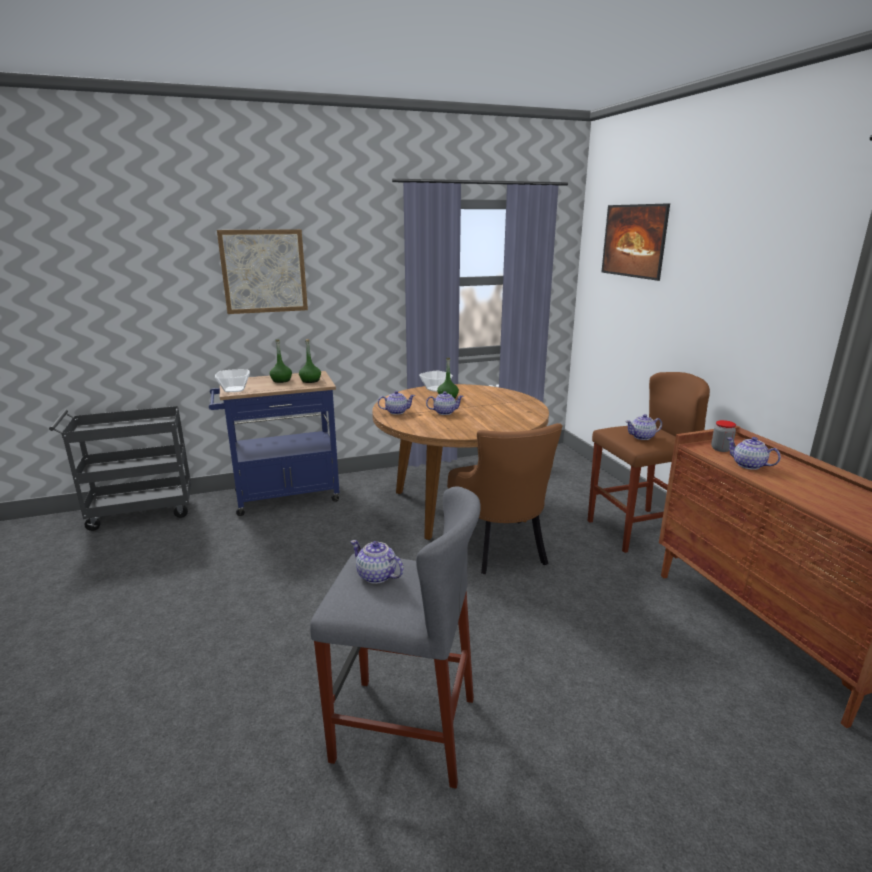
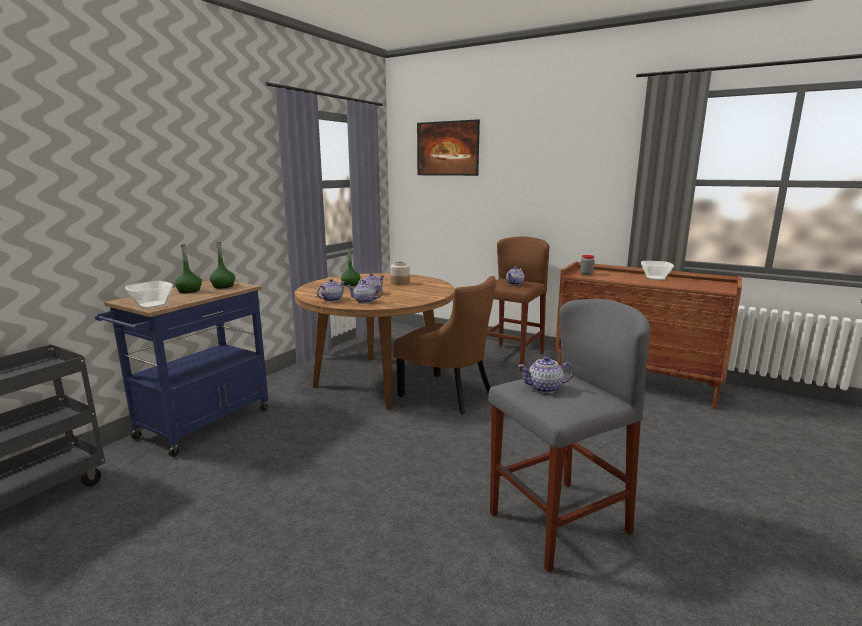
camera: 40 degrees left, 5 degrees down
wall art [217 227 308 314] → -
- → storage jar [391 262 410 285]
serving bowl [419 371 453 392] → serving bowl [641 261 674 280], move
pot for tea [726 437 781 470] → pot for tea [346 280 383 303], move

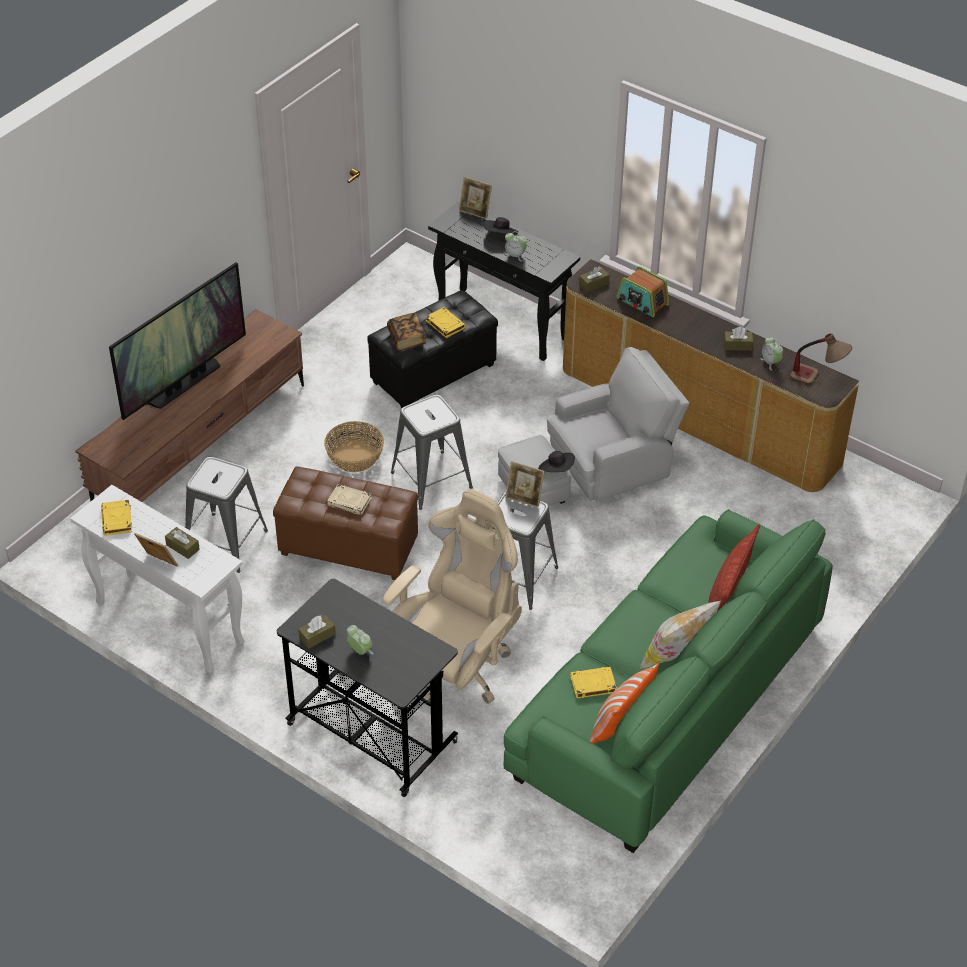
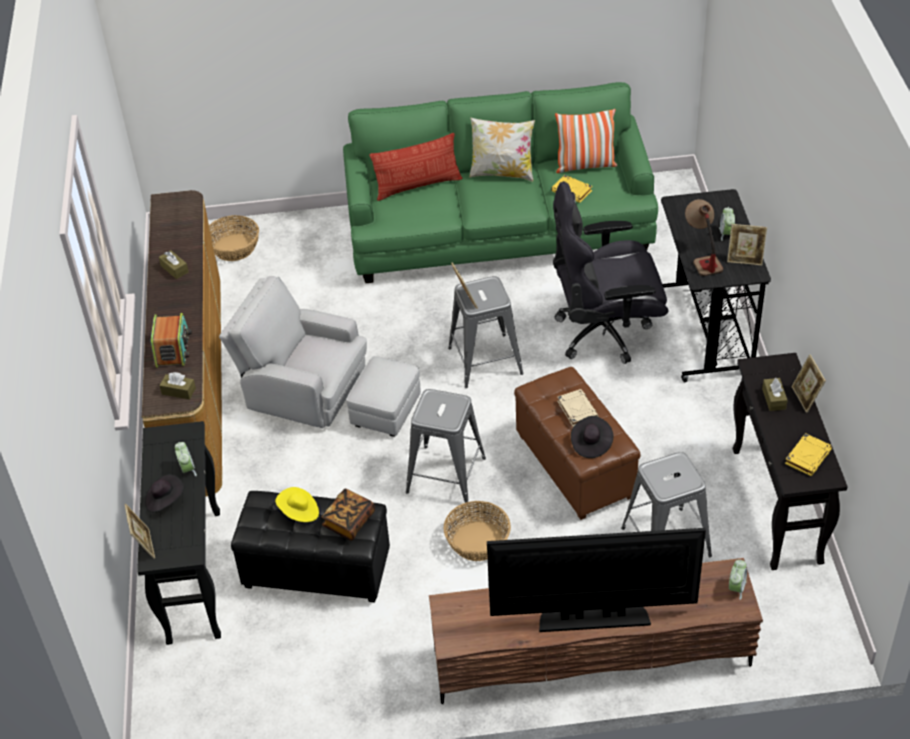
camera: 130 degrees left, 0 degrees up
- → household basket [209 215 259 261]
hat/black-coloured [538 451 575 472] → hat/black-coloured [571 416 613 458], move
alarm clock [760 337 783 371] → alarm clock [729 560 747 600], move
tabletop lamp [790 333 852 385] → tabletop lamp [685 199 723 276], move
box of tissues/brown [298 615 336 649] → standing frame [727 224 767 266]
book/yellowish [426 307 466 338] → hat/yellowish [275 487 319 522]
console table/whitish [70 485 245 674] → console table/black-coloured [733 353 848 570]
desk chair/beige-coloured [383 489 522 705] → desk chair/black-coloured [553 181 669 364]

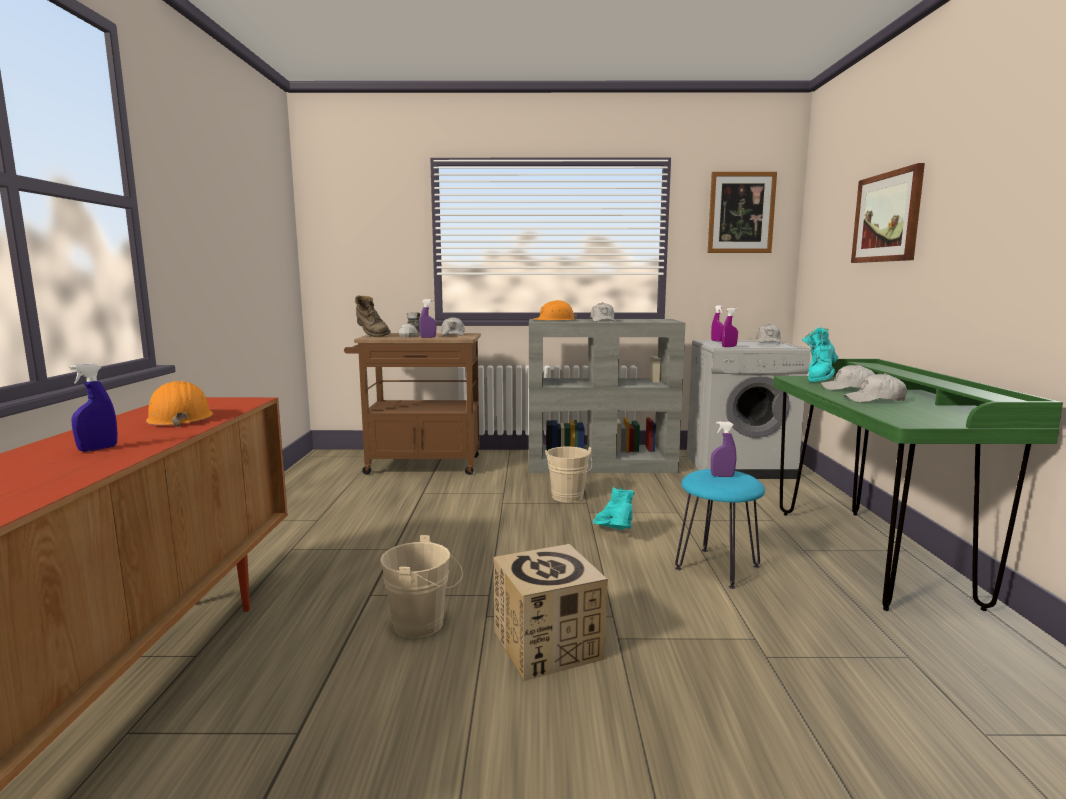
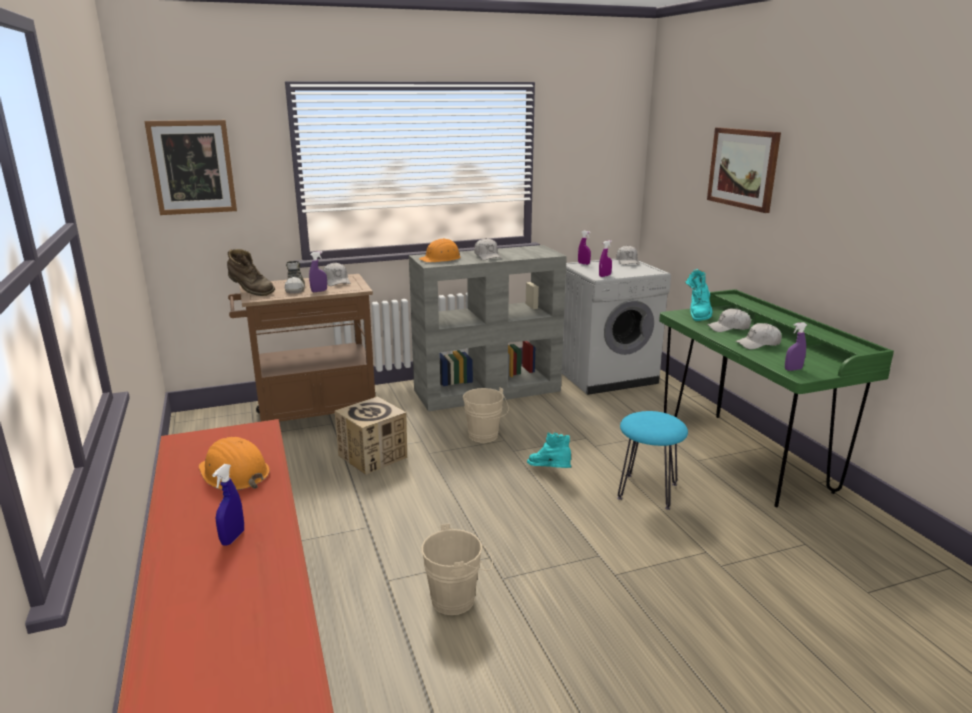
camera: 20 degrees left, 10 degrees up
packing box [494 544 608 681] → packing box [335 396 407 475], move
wall art [708 172 777 253] → wall art [144 120 237 215], move
sprayer/purple-coloured [711 421 736 477] → sprayer/purple-coloured [785 322 807 371], move

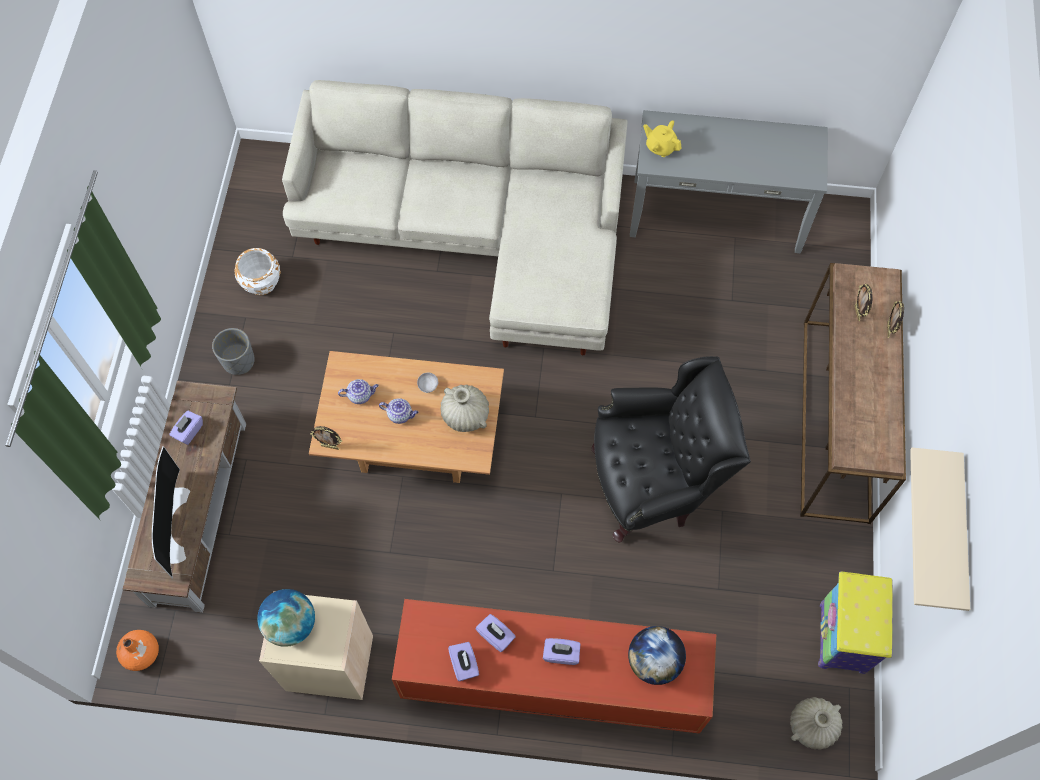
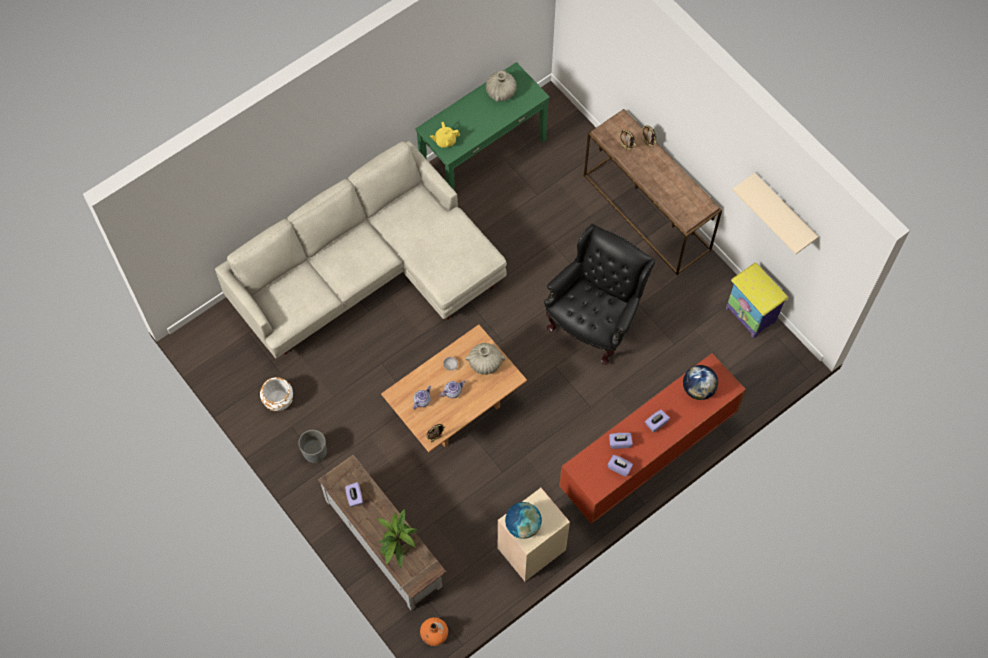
camera: 45 degrees left, 0 degrees up
vase/beige-coloured [790 697 842 750] → vase/beige-coloured [485 70 517 102], move
TV set [152 446 190 578] → potted plant [378 509 418 568]
console table/grey [630 110 828 253] → console table/green-coloured [416 62 550 190]

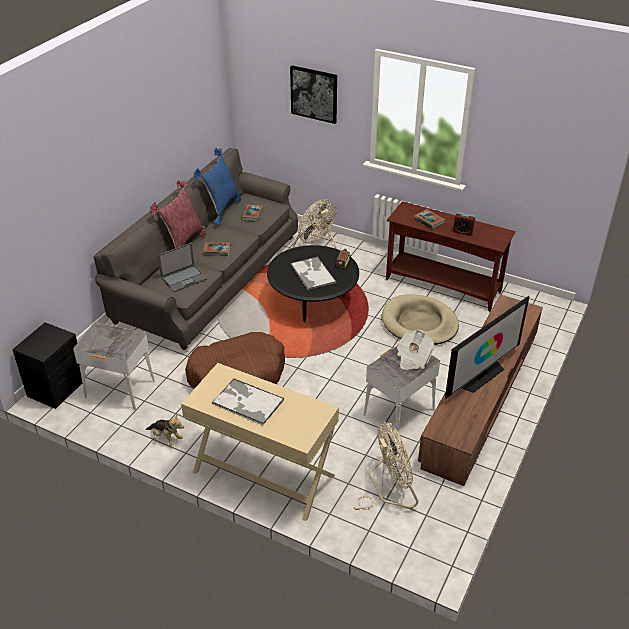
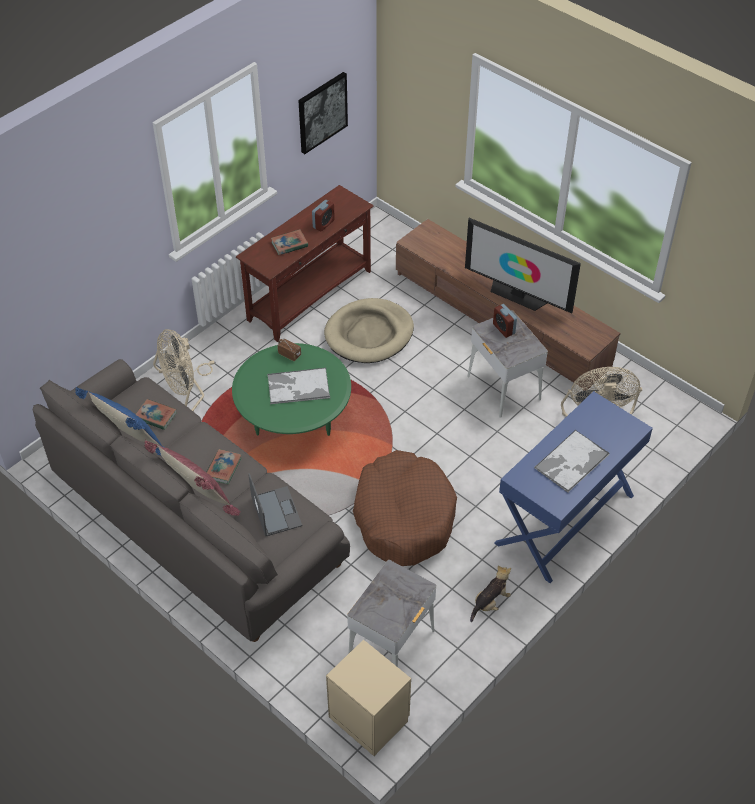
camera: 75 degrees left, 10 degrees up
wall art [290 65 337 124] → wall art [298 72 348 154], move
printed paper [397 329 435 370] → alarm clock [493 304 517 338]
bedside table/black-coloured [12 322 82 409] → bedside table/beige-coloured [326 640 411 756]
console table/beige-coloured [181 363 339 521] → console table/blue-coloured [494 391 653 583]
low table/black-coloured [267 245 359 322] → low table/green-coloured [232 343 351 436]
TV set [445 296 530 399] → TV set [465 218 581 313], 150 degrees clockwise

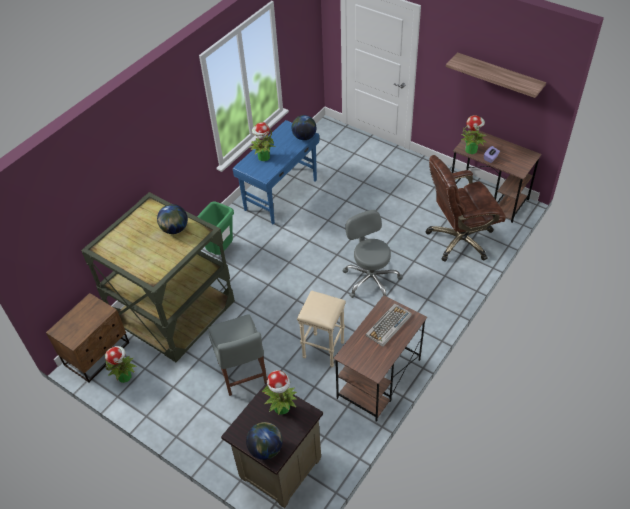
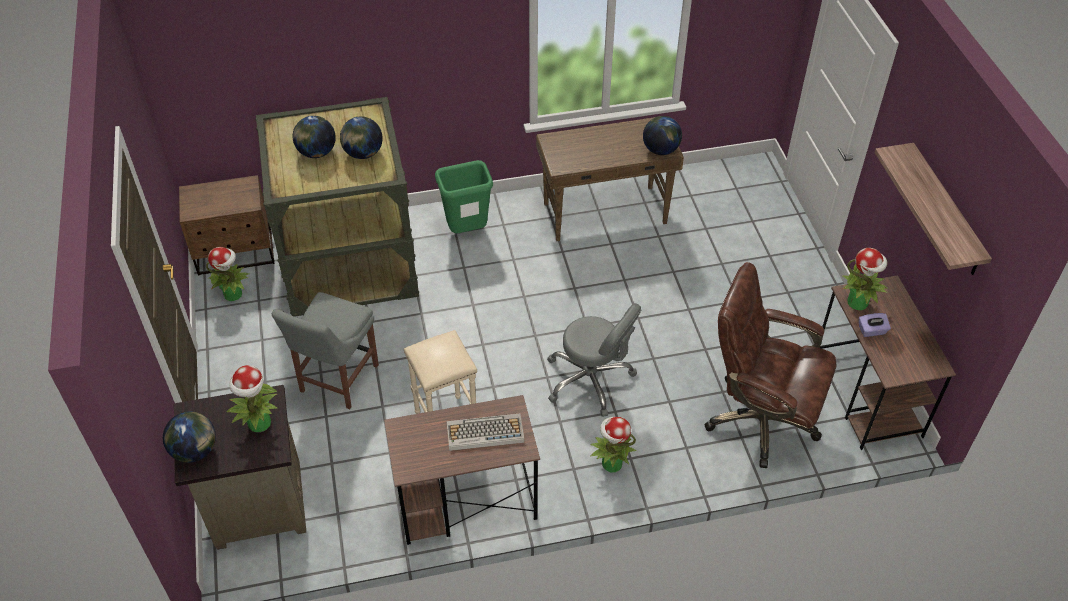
camera: 40 degrees right, 0 degrees up
- → world globe [293 116 336 158]
potted plant [249 122 275 161] → potted plant [590 417 636 473], move
console table/blue-coloured [233 120 319 224] → console table/brown [536 117 684 241]
desk chair/grey [342 210 403 298] → desk chair/grey [547 303 642 417], 105 degrees clockwise

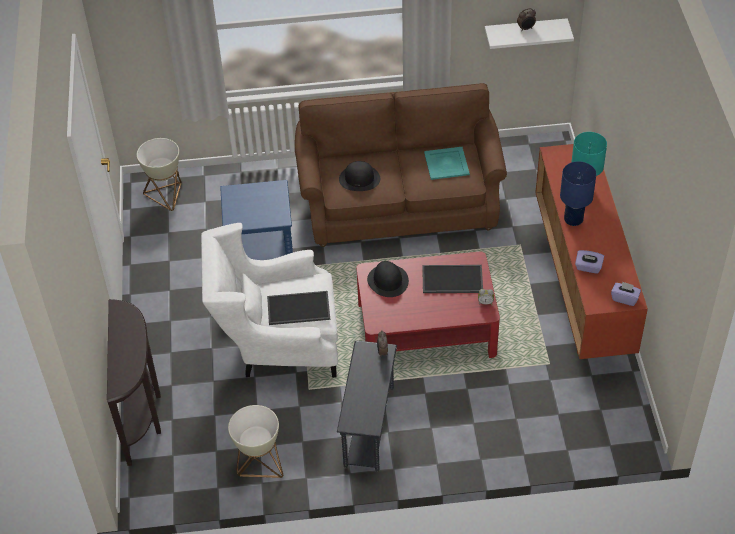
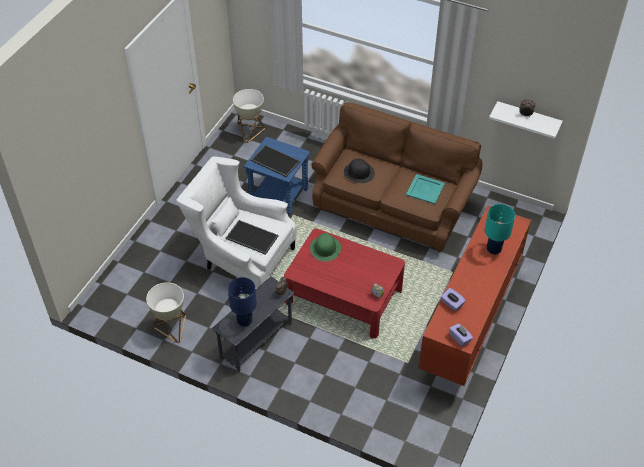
camera: 30 degrees right, 0 degrees up
console table/brown [107 299 161 466] → -
carrying tray [422 265 483 293] → carrying tray [251 145 300 177], move
tabletop lamp/blue-coloured [560 161 596 226] → tabletop lamp/blue-coloured [228 277 257 327], move
hat/black-coloured [367 261 409 297] → hat/green-coloured [310 233 341 262]

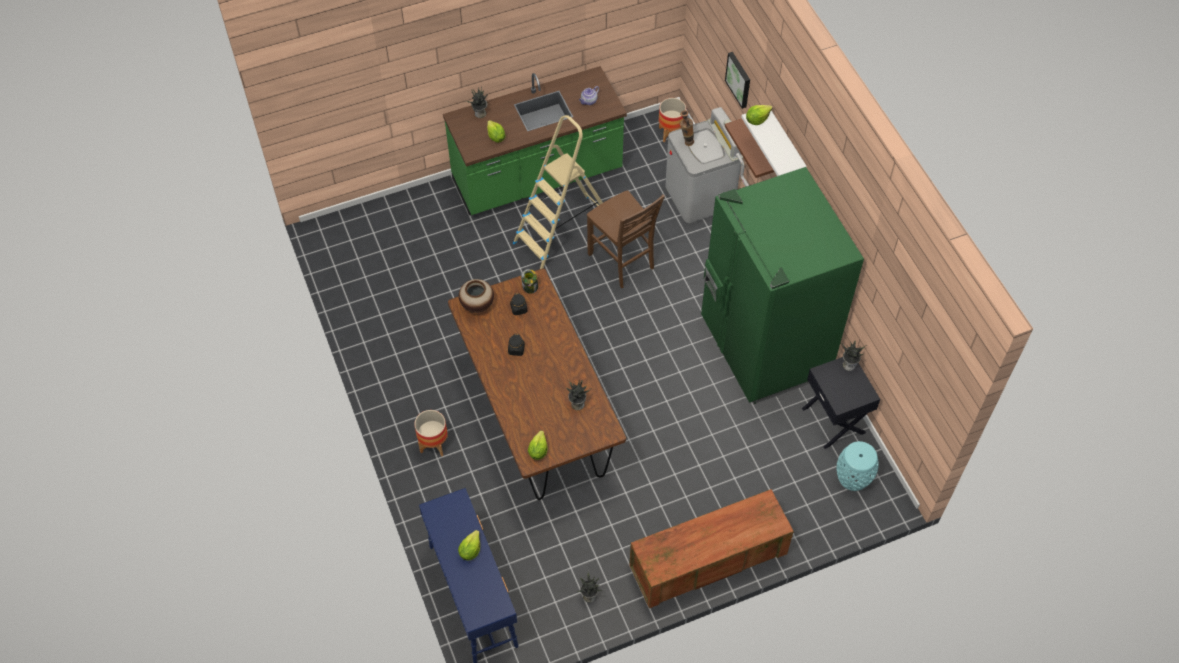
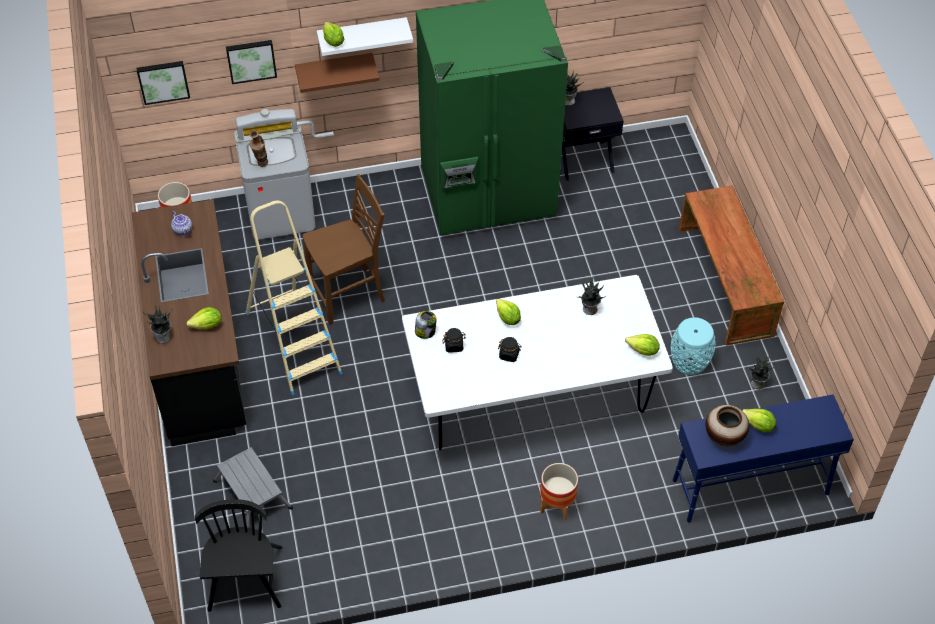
camera: 80 degrees left, 5 degrees down
- → wall art [136 61 190 105]
- → plain chair/black-coloured [195 499 282 612]
- → step ladder/grey [213 447 293 528]
- → lettuce [496 298 521 325]
vase [459 279 494 313] → vase [705 405 749 446], move
stool seat/turquoise-coloured [837 441 878 491] → stool seat/turquoise-coloured [671 317 716 375], move
kitchen base unit/green-coloured [443 66 627 215] → kitchen base unit/black-coloured [132 199 246 446]
kitchen table/brown [448 268 626 500] → kitchen table/whitish [402 275 673 451]

